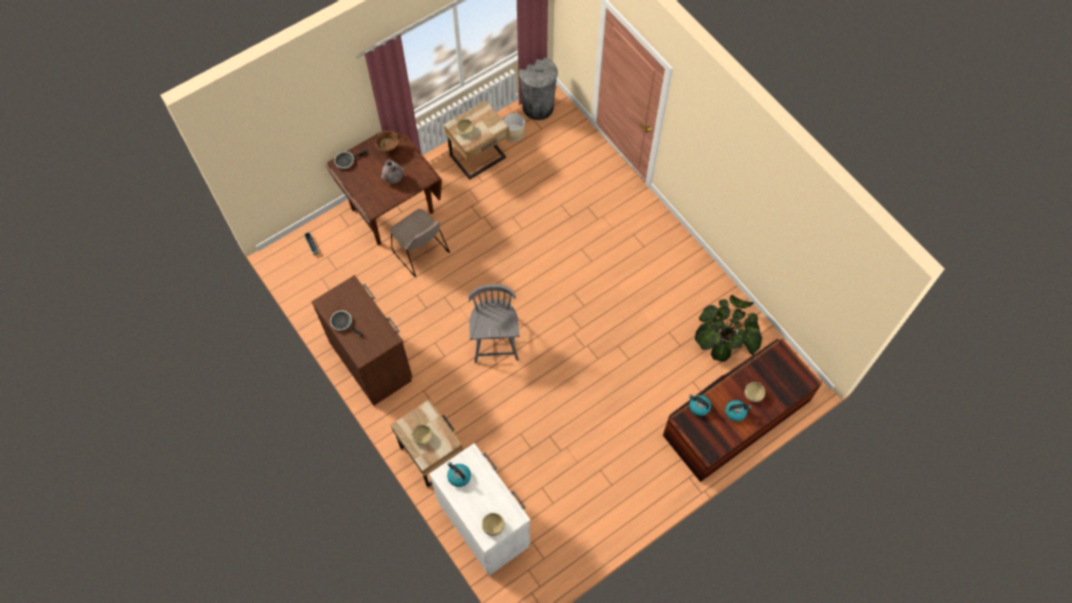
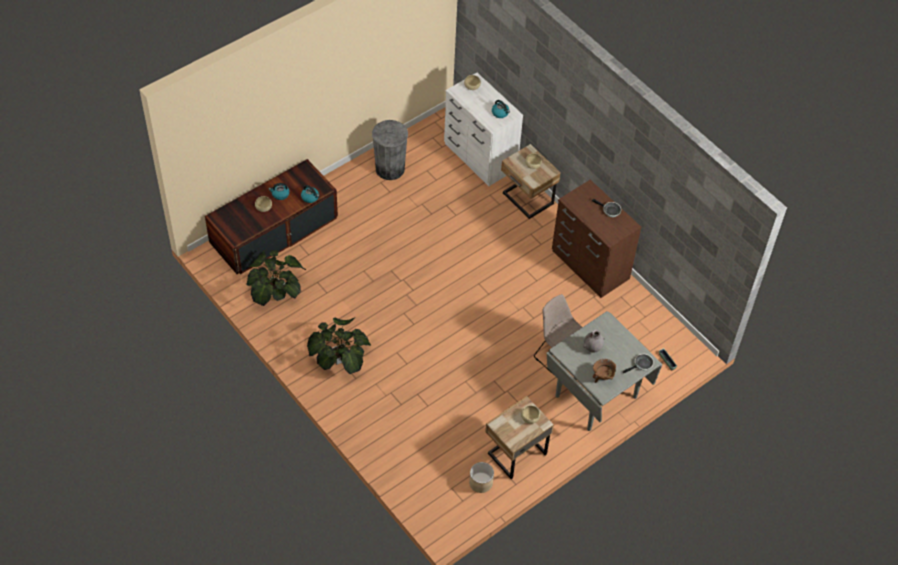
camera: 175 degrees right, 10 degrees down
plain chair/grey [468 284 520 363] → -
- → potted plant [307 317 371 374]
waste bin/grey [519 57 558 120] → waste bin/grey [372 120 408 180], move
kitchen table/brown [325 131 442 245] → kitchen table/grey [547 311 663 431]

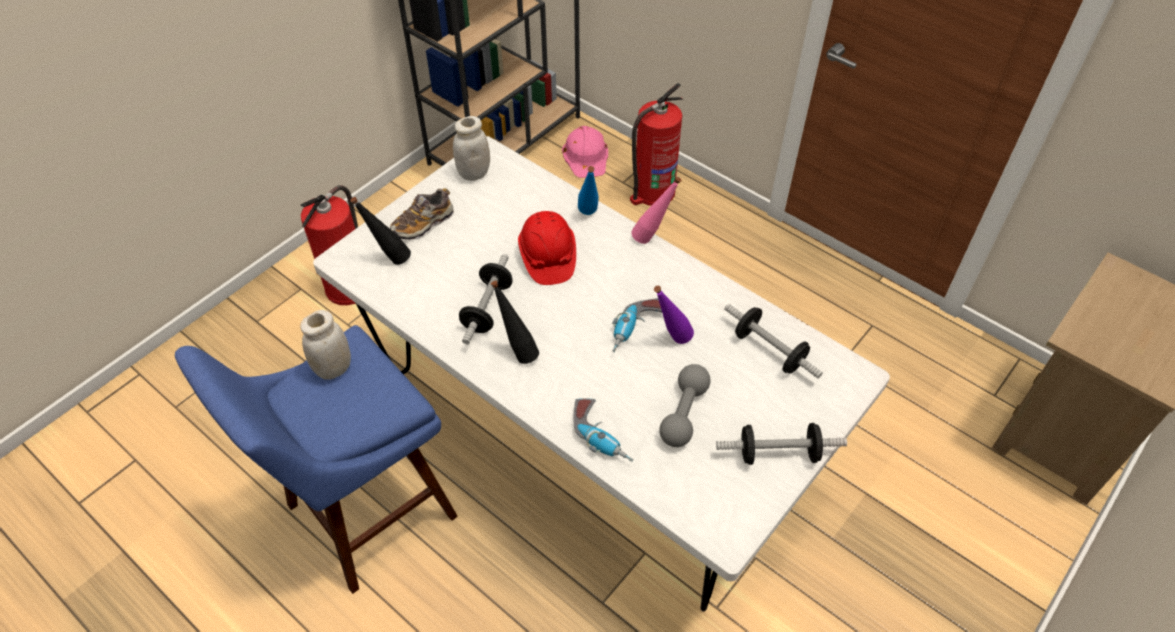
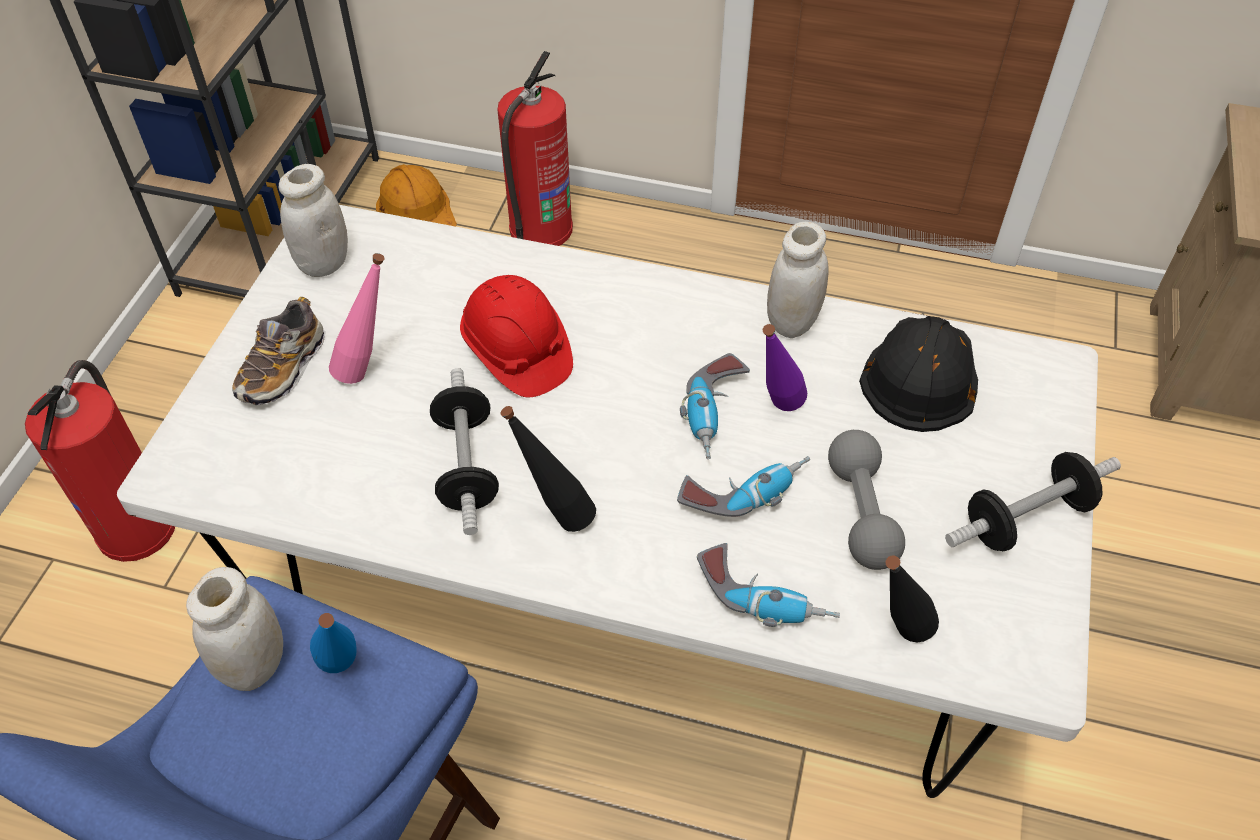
camera: 25 degrees left, 0 degrees up
- → drill [677 456 810 517]
- → storage jar/whitish [767 222 828 338]
drink bottle/black-coloured [350 197 411 265] → drink bottle/black-coloured [885 556 939 642], move
drink bottle/blue-coloured [578 166 599 215] → drink bottle/blue-coloured [310 613 357 673], move
drink bottle/pink [631 177 682 244] → drink bottle/pink [329 253 385 384], move
dumbbell [724 304 823 379] → safety helmet/black-coloured [859 316 978 432]
safety helmet/pink [562 126 608 178] → safety helmet/orange-coloured [376 164 457 227]

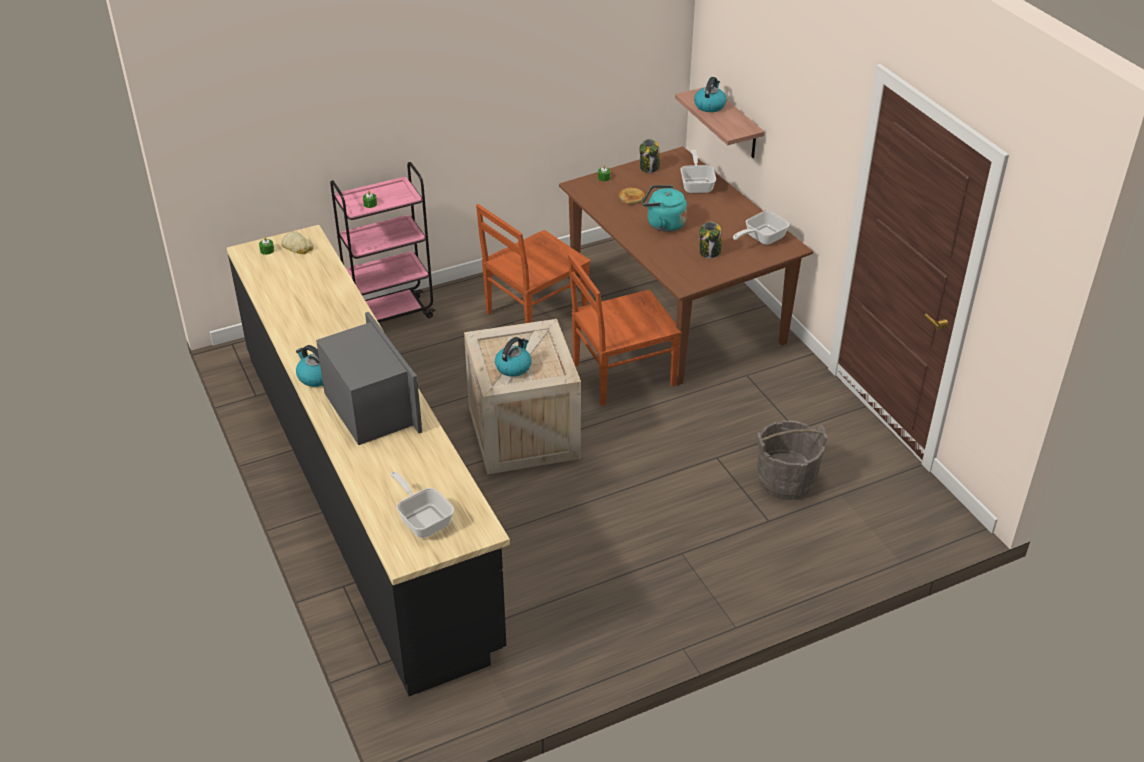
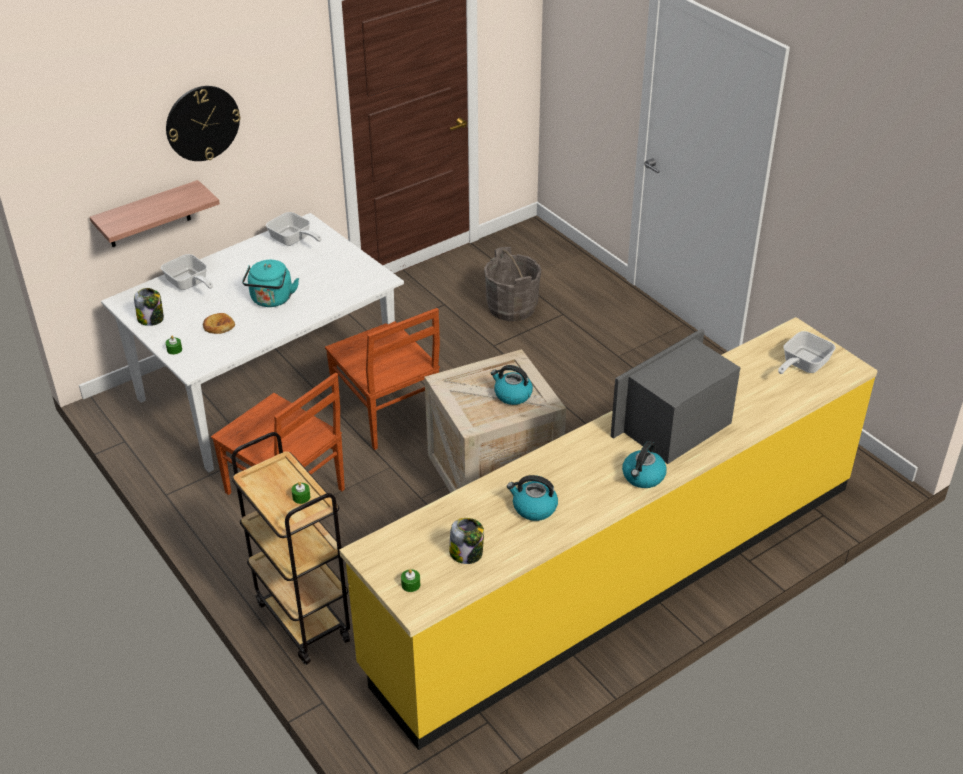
camera: 100 degrees left, 0 degrees up
baked bread [281 231 314 254] → -
- → hanging clock [166 86 240 161]
water kettle [694 77 727 112] → water kettle [507 475 558 521], move
storage jar [699 222 721 258] → storage jar [449 518 484 564], move
kitchen base unit/black-coloured [227 225 510 696] → kitchen base unit/yellowish [339 317 877 750]
trolley/pink [330 162 437 322] → trolley/brown [232 432 350 665]
kitchen table/brown [559 146 813 385] → kitchen table/whitish [101 213 404 473]
frying pan [680 150 716 193] → frying pan [161 254 213 290], 120 degrees counterclockwise

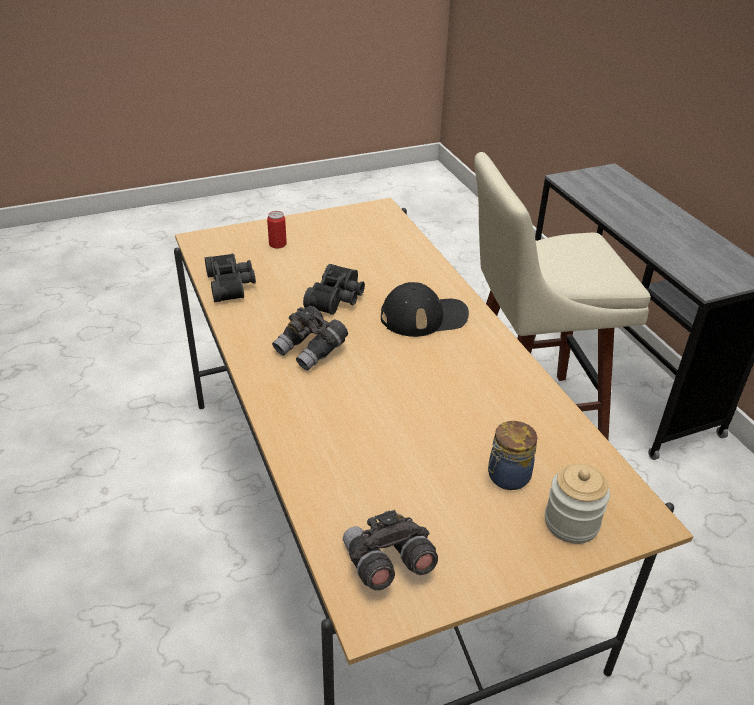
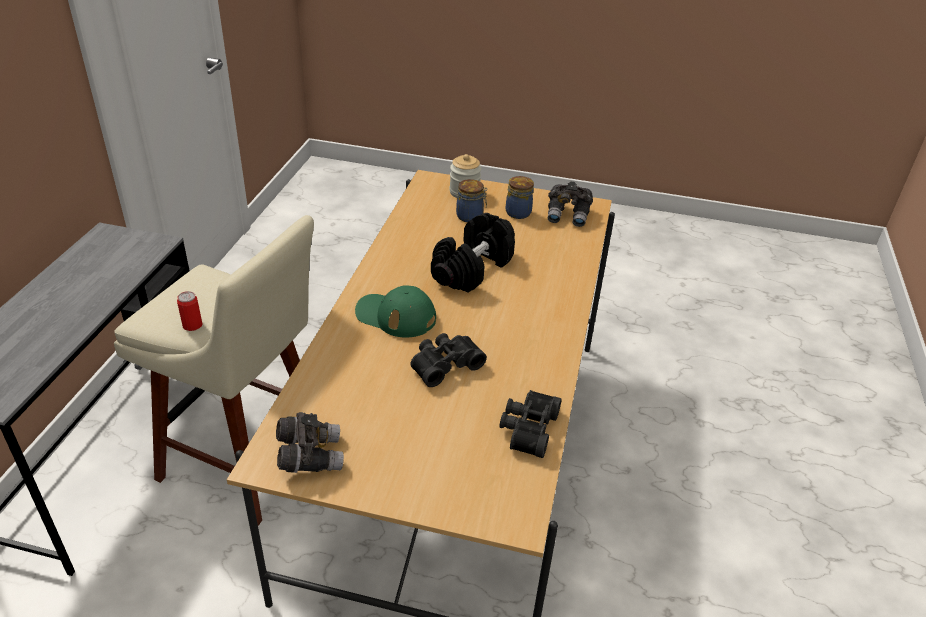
camera: 145 degrees left, 0 degrees up
- → dumbbell/black-coloured [431 213 515 292]
- → storage jar [506 176 534 219]
can [267 211 287 249] → can [177 291 202 331], move
field glasses/grey [272 306 348 371] → field glasses/grey [276 412 344 473], move
peaked cap/black-coloured [381 282 469 337] → peaked cap/green-coloured [355 285 436 337]

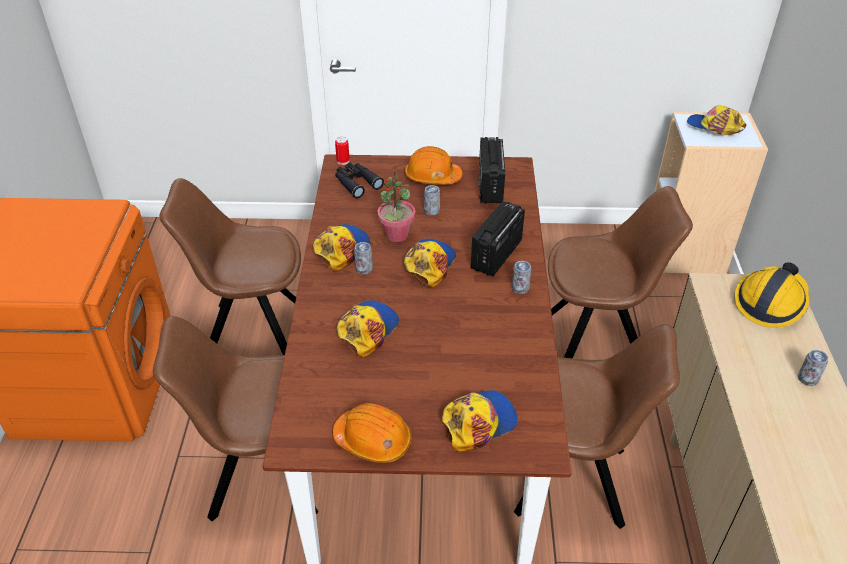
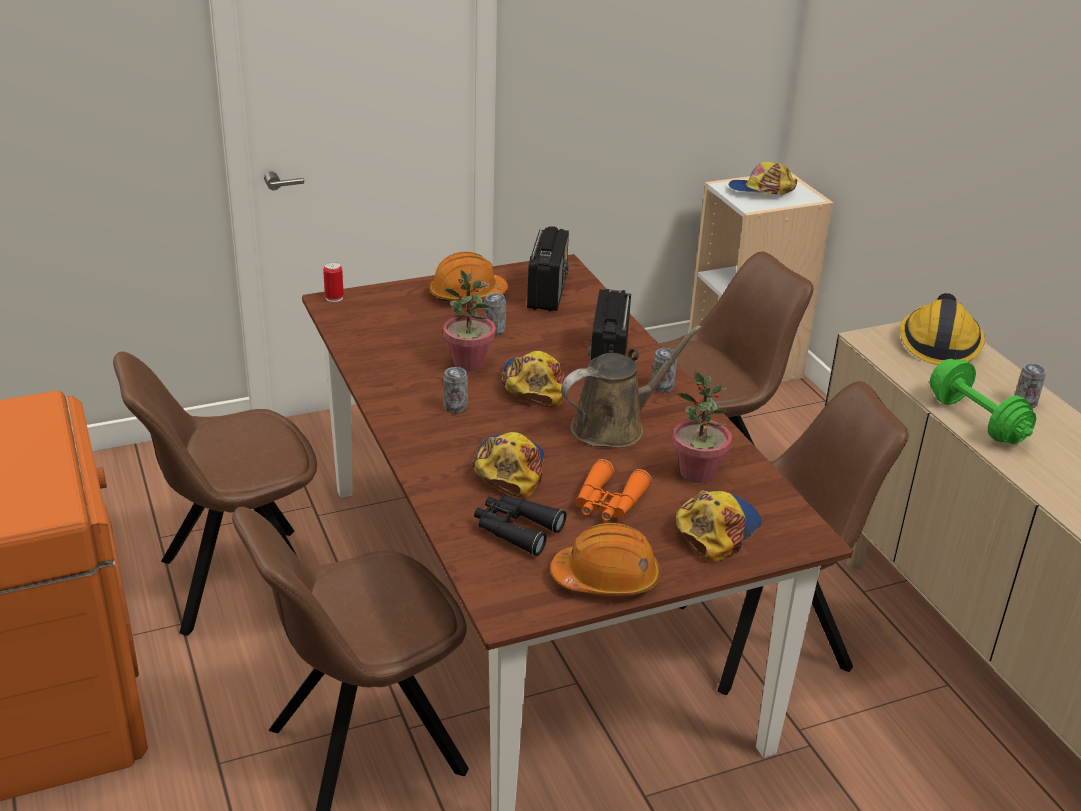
camera: 25 degrees left, 10 degrees down
peaked cap [313 224 370 271] → -
- → watering can/brown [561 325 702 448]
- → field glasses/orange-coloured [576 459 652 521]
- → potted plant [672 371 732 483]
- → dumbbell/green-coloured [930 359 1036 444]
field glasses/black-coloured [335 163 384 199] → field glasses/black-coloured [474 495 567 556], move
radio receiver [478 137 505 204] → radio receiver [527 226 569 311], 150 degrees counterclockwise

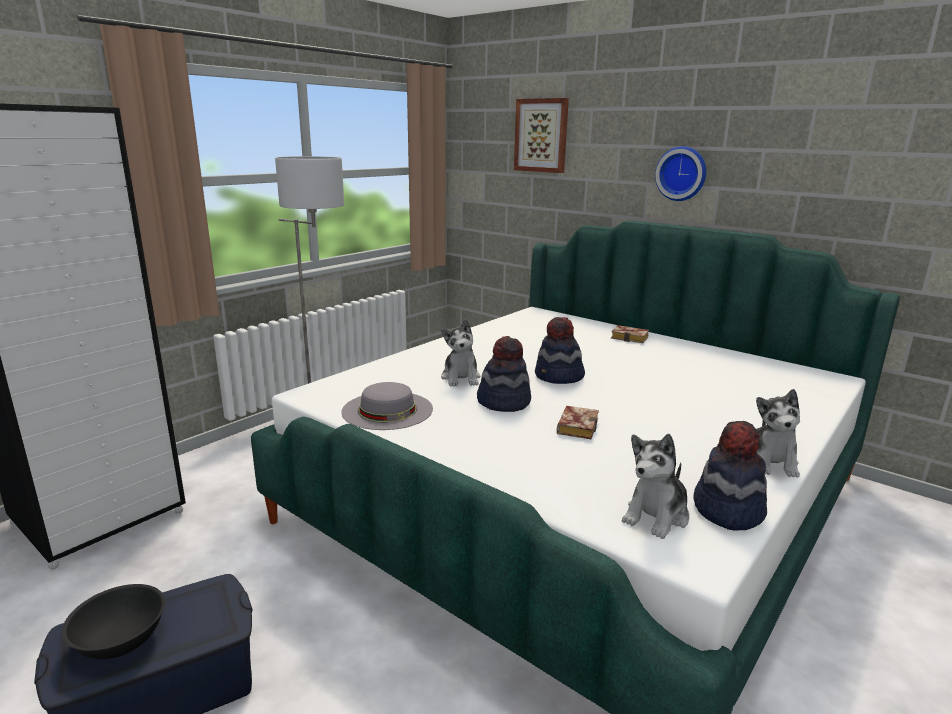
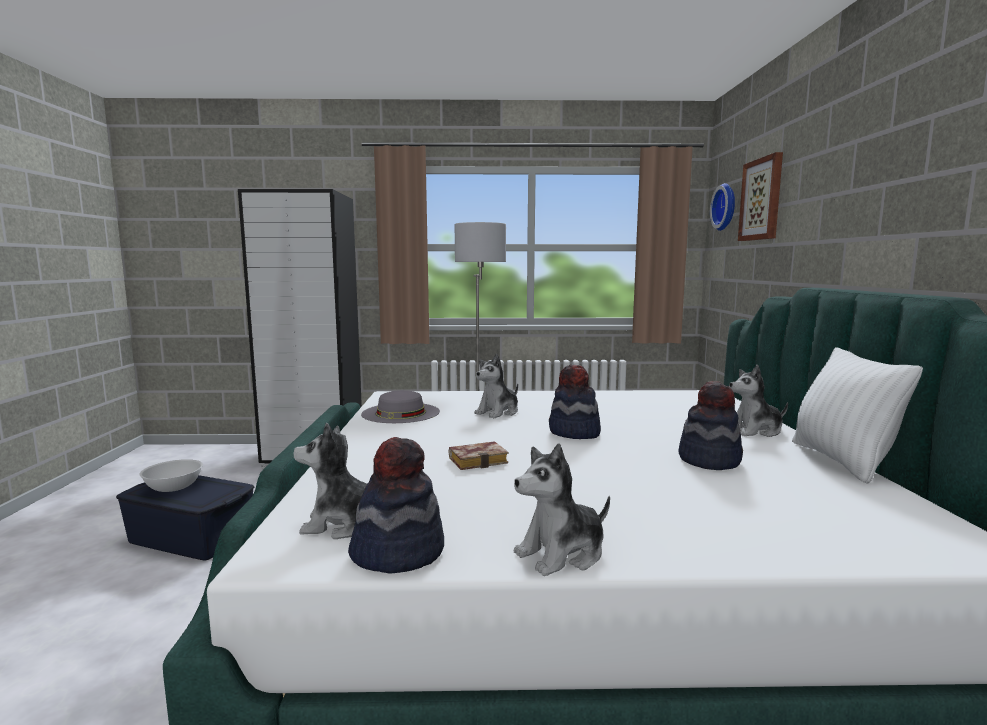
camera: 50 degrees right, 10 degrees down
- → throw pillow/whitish [792 347 923 484]
hat [477 336 531 412] → hat [678 381 743 470], move
hanging clock [655 146 706 201] → hanging clock [710 183 735 231], move
book [611 325 649 343] → soft toy [729 365 788 437]
serving bowl/black-coloured [61 584 165 659] → serving bowl/whitish [139 459 203 492]

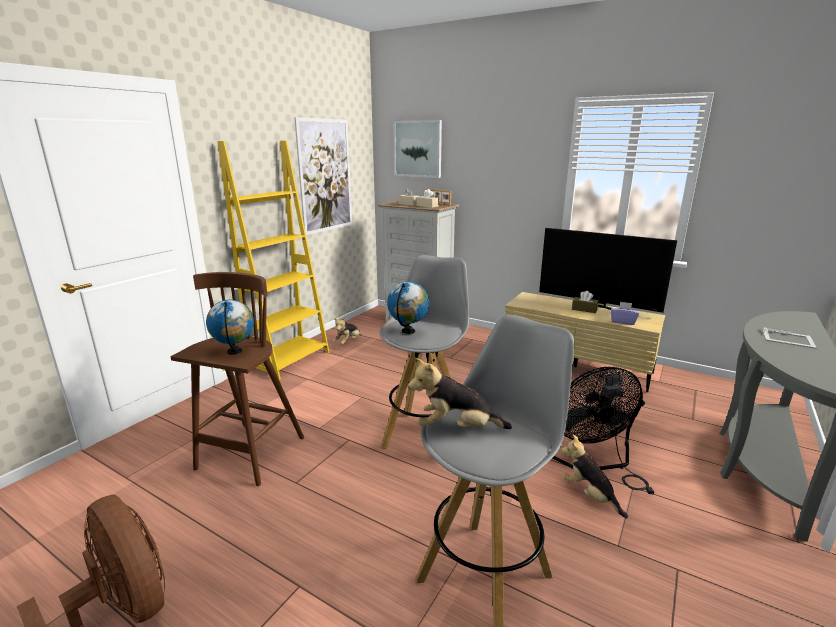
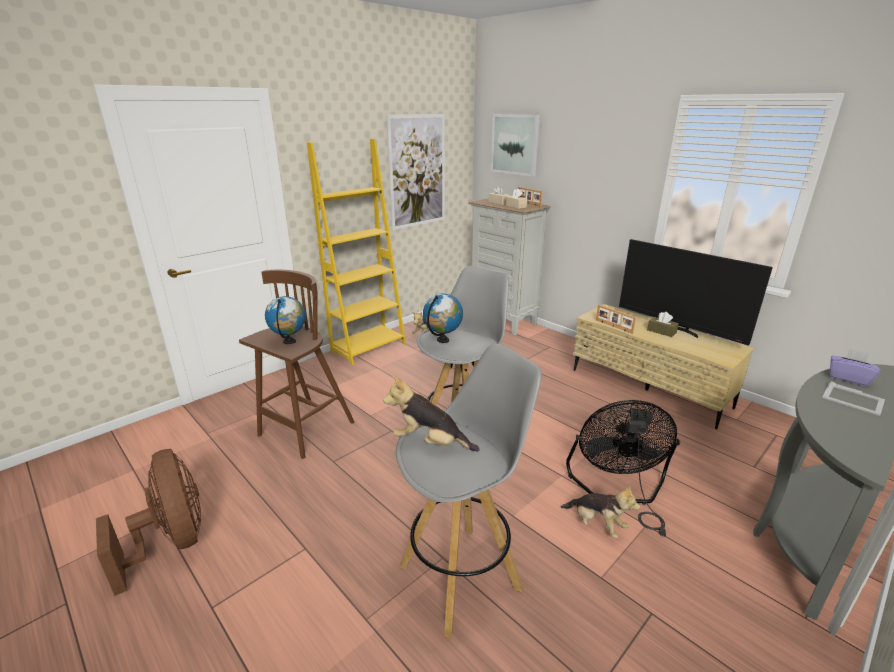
camera: 15 degrees right, 5 degrees up
- → standing frame [596 305 636 334]
box of tissues/purple-coloured [611 302 639 325] → box of tissues/purple-coloured [830 348 881 386], move
soft toy [561 434 628 519] → soft toy [560 484 640 538], 150 degrees clockwise

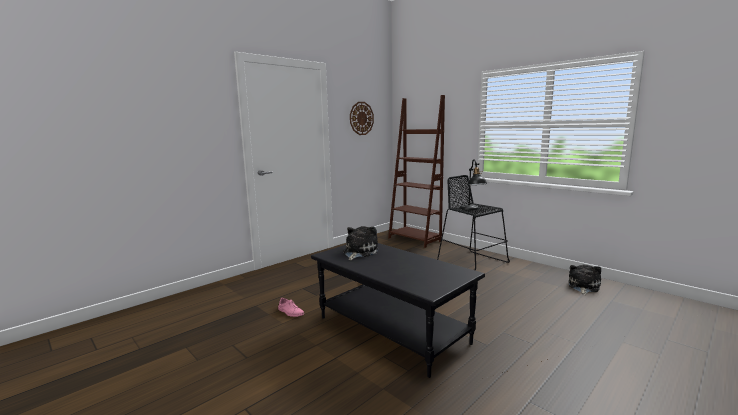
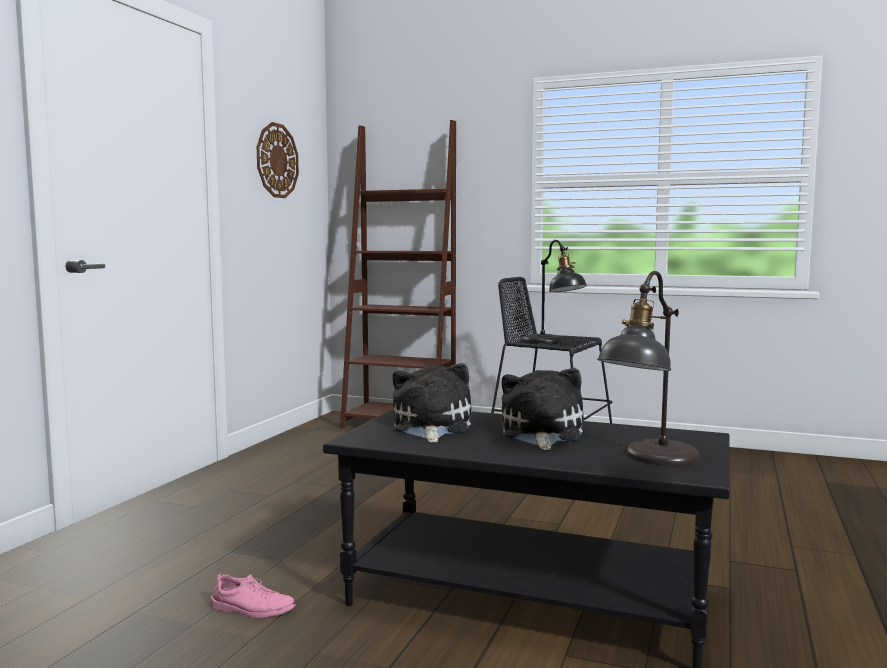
camera: 25 degrees left, 5 degrees down
- → tabletop lamp/grey [597 271 699 466]
soft toy [569 265 601 295] → soft toy [501 368 583 450], move

